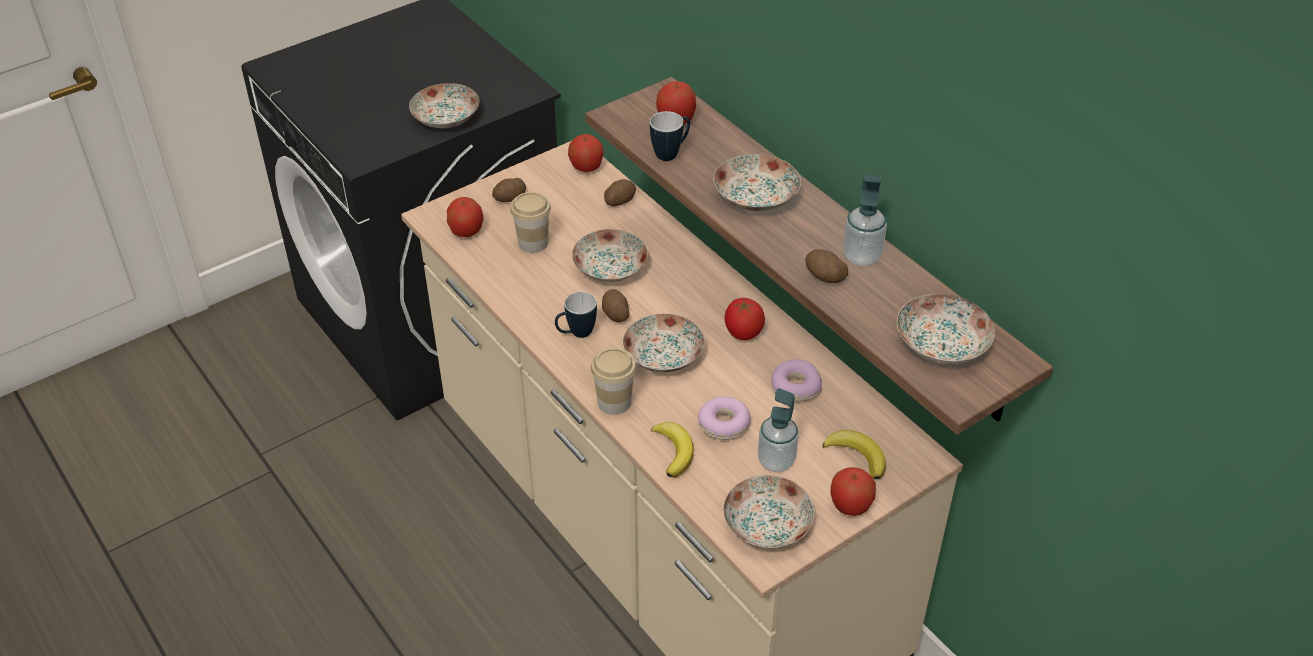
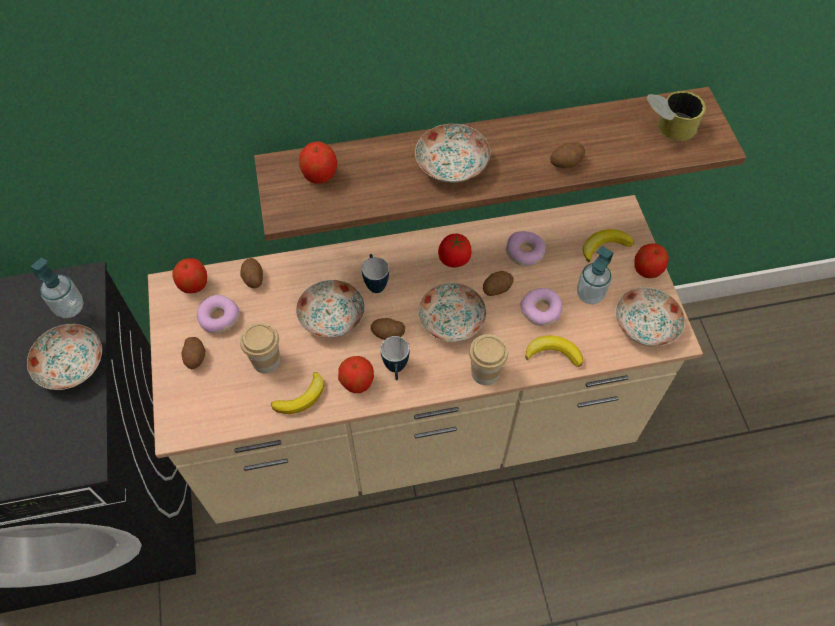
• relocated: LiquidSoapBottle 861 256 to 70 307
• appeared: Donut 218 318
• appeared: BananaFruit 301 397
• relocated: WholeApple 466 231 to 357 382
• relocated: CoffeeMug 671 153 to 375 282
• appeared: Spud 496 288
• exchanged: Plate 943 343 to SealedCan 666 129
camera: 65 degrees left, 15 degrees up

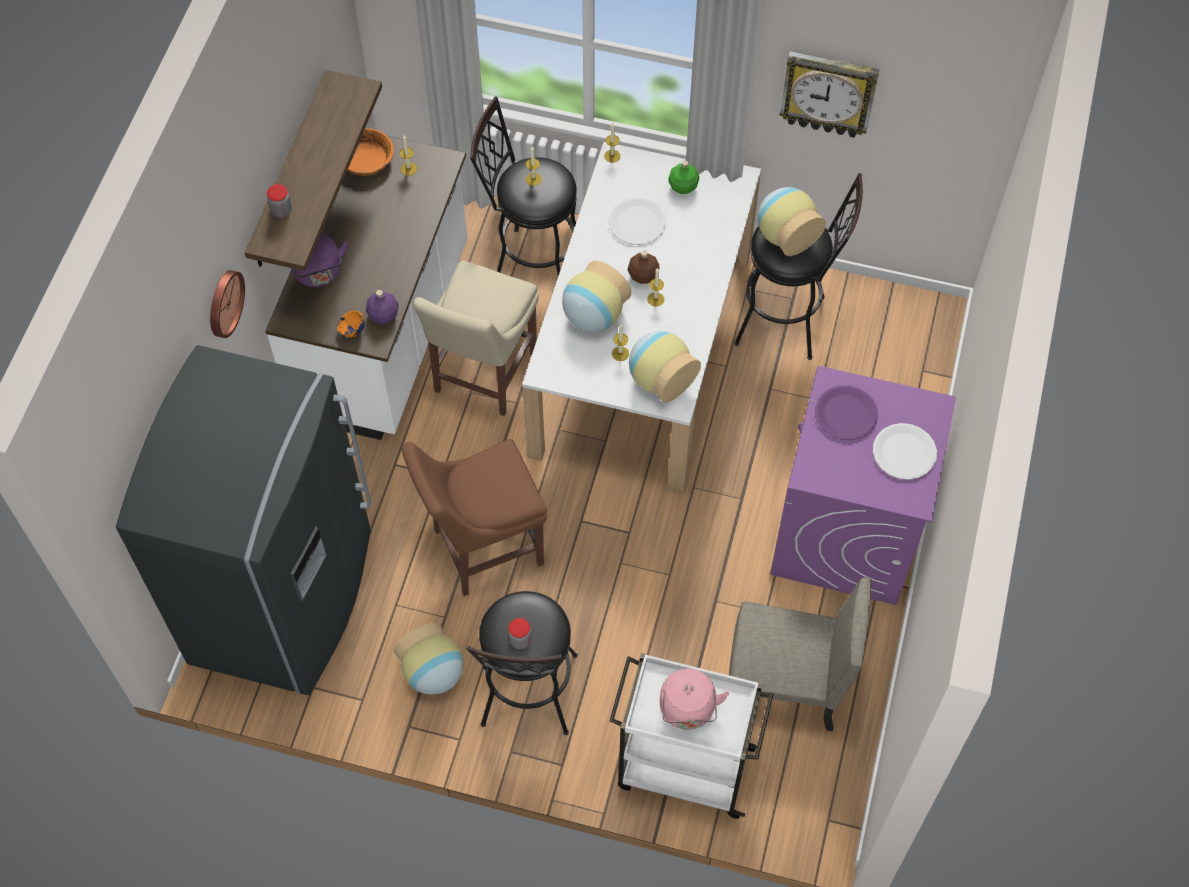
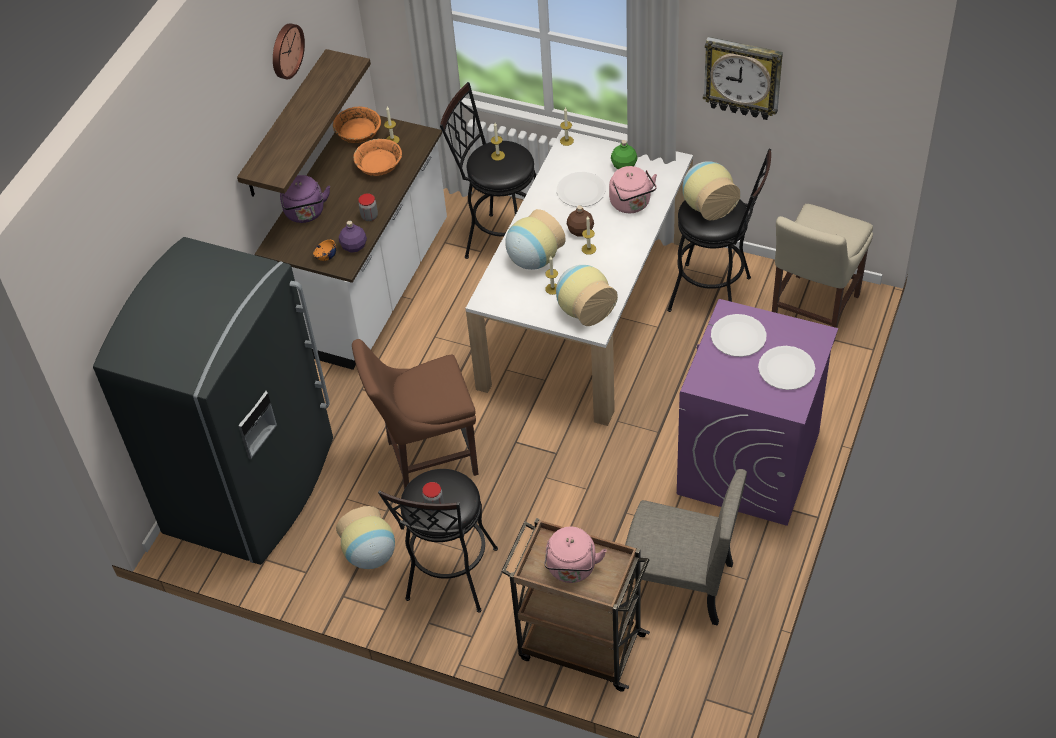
• relocated: HangingClock 223 303 to 285 50
• appeared: OrangeyDeepDish 379 164
• relocated: PreserveJar 281 211 to 369 216
• colour: WhiteTrolley 683 767 to BrownColouredTrolley 579 646
• appeared: PinkColouredKettle 631 204
• colour: PurplishPlate 846 414 to WhitePlate 738 336
• relocated: BeigeUprightChair 482 376 to 812 311
camera: 10 degrees right, 10 degrees down

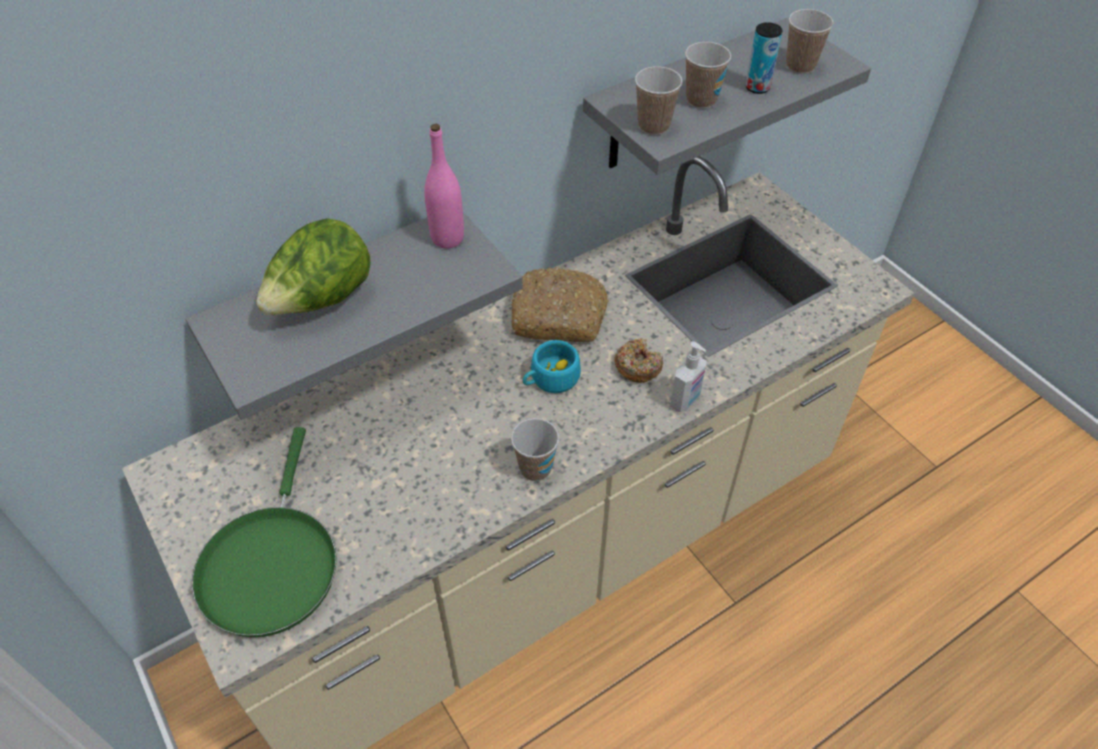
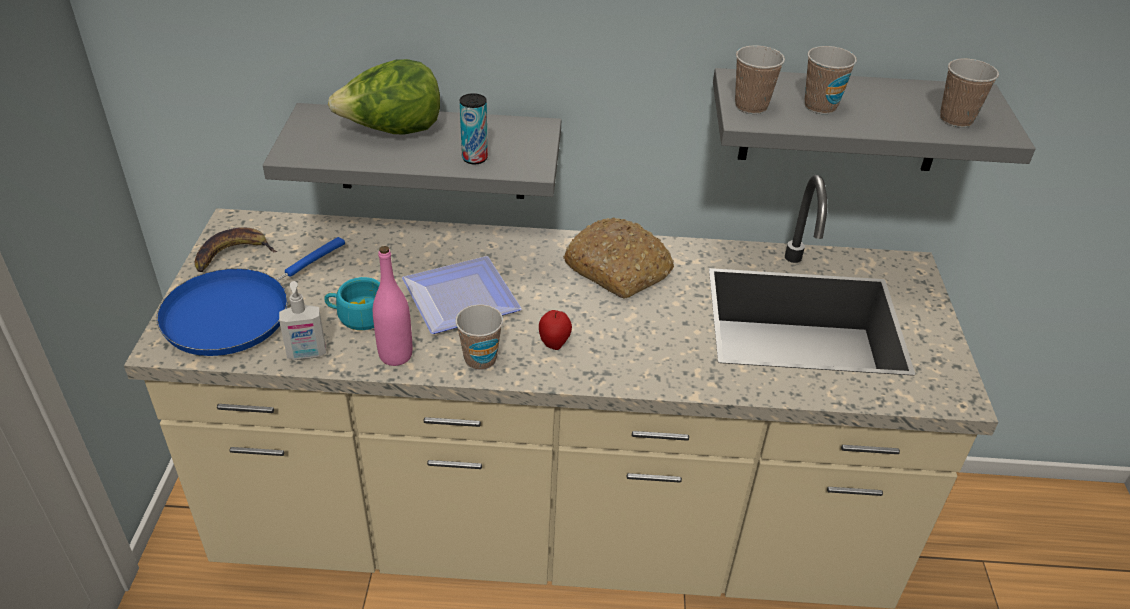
• colour: GreenColouredFryingPan 271 564 to BlueFryingPan 235 313
• appeared: BananaFruit 233 254
• relocated: LiquidSoapBottle 685 401 to 307 354
• relocated: TurquoiseDrinkingCup 550 379 to 357 315
• relocated: PinkColouredDrinkBottle 447 238 to 395 355
• appeared: Plate 456 297
• relocated: SealedCan 757 87 to 474 158
• appeared: WholeApple 554 344
• missing: Donut 638 366
camera: 35 degrees right, 10 degrees down

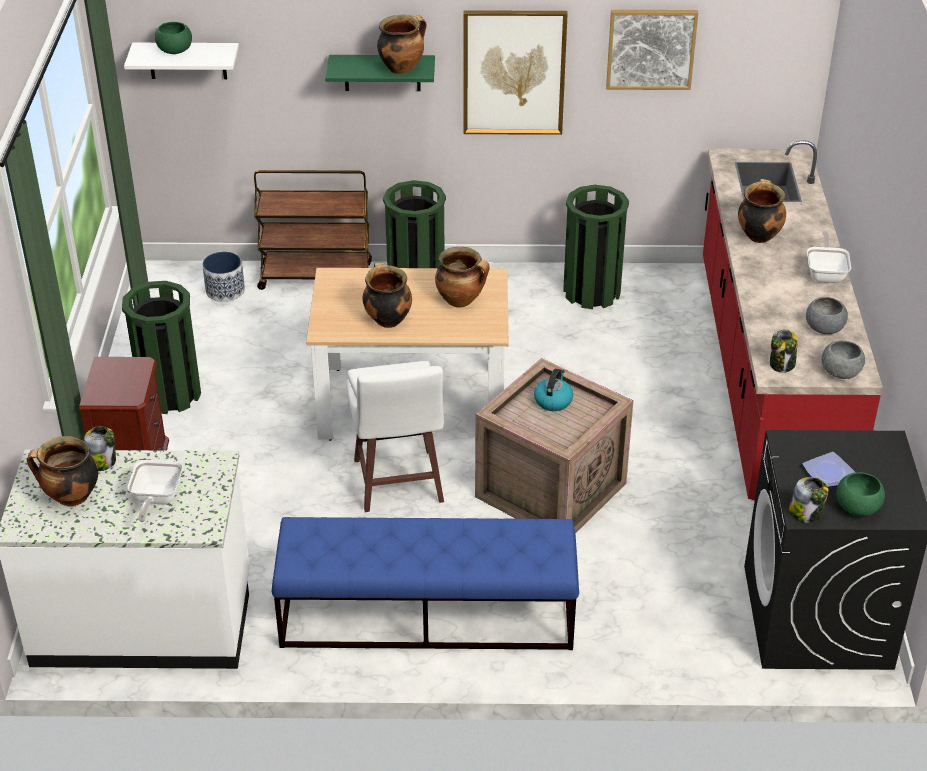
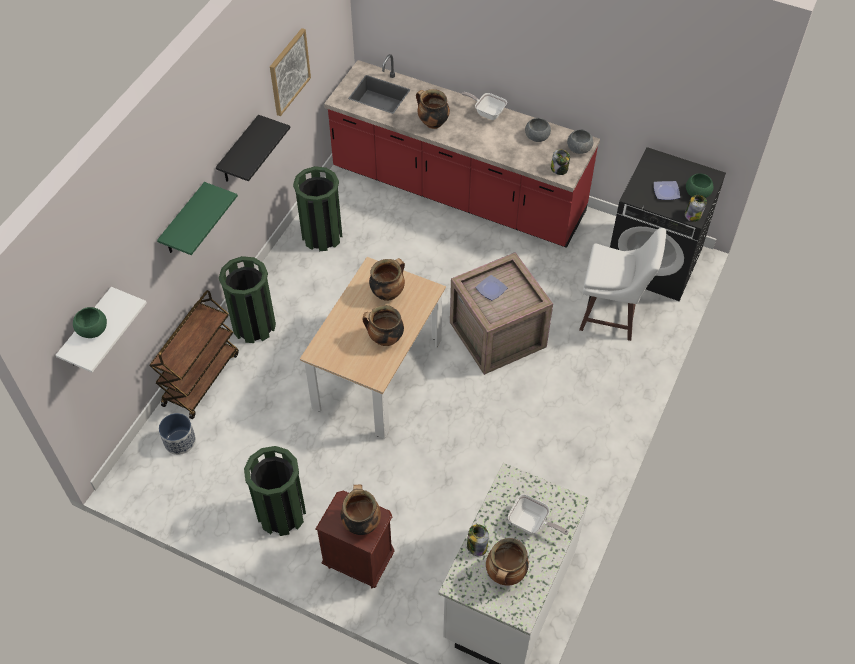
• exchanged: WallPicture 514 72 to BlackColouredBracketShelf 239 151
• relocated: CookingPot 402 68 to 361 523
• exchanged: Kettle 553 400 to Plate 491 289
• relocated: WhiteStool 398 483 to 611 316
• missing: BlueIndoorBench 426 615
camera: 65 degrees left, 15 degrees up

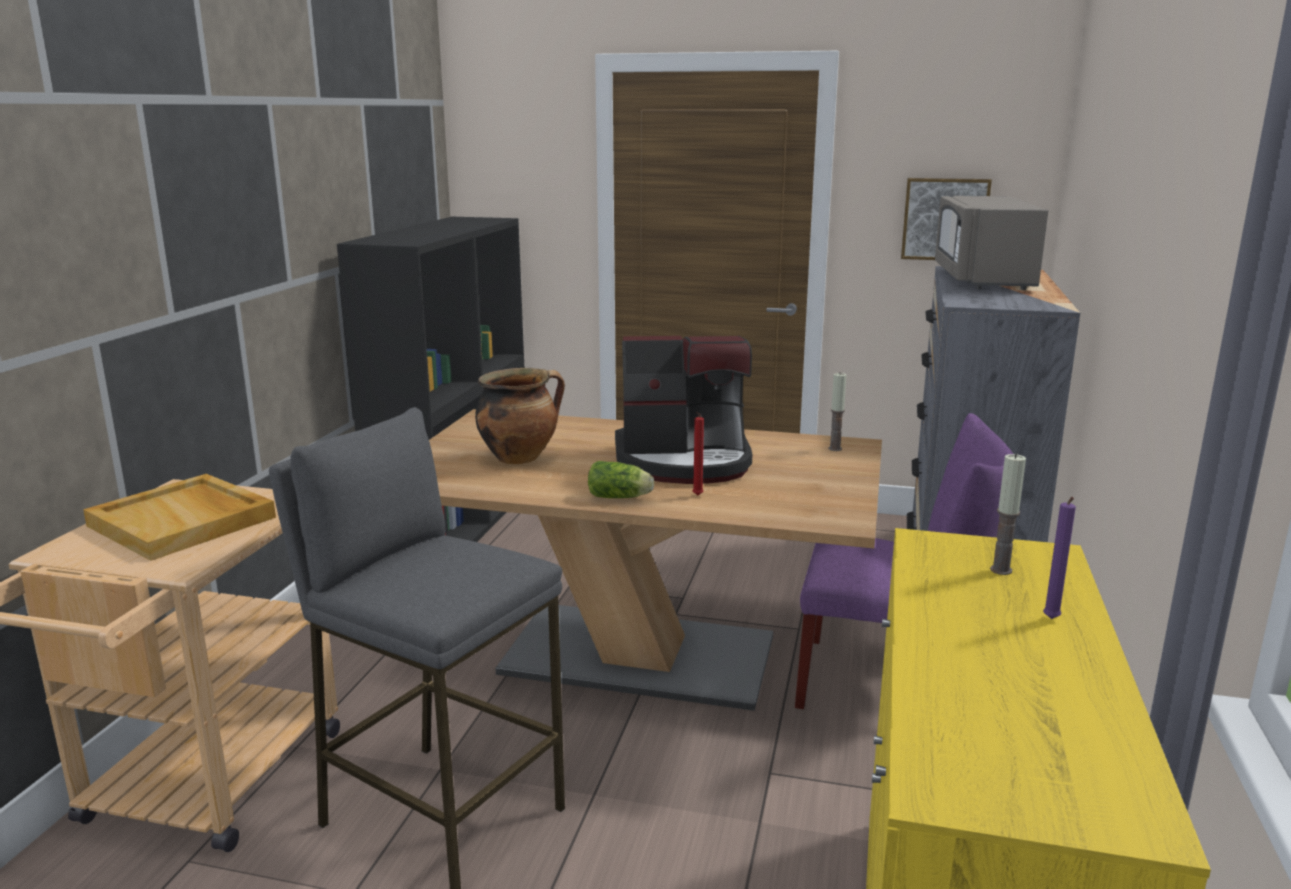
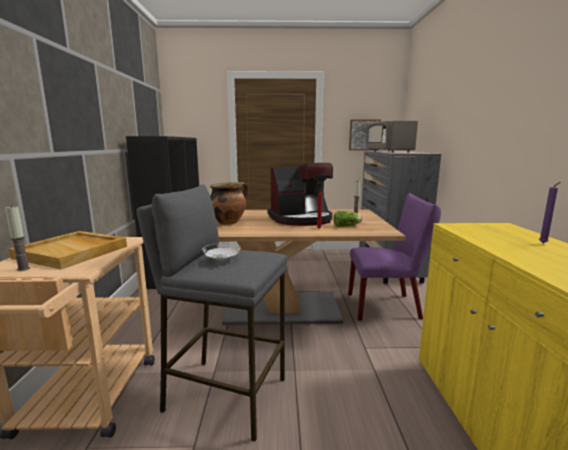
• relocated: WaxCandle 1001 570 to 23 269
• appeared: WhitePlate 221 260
• relocated: Lettuce 621 497 to 347 226
camera: 15 degrees left, 5 degrees down

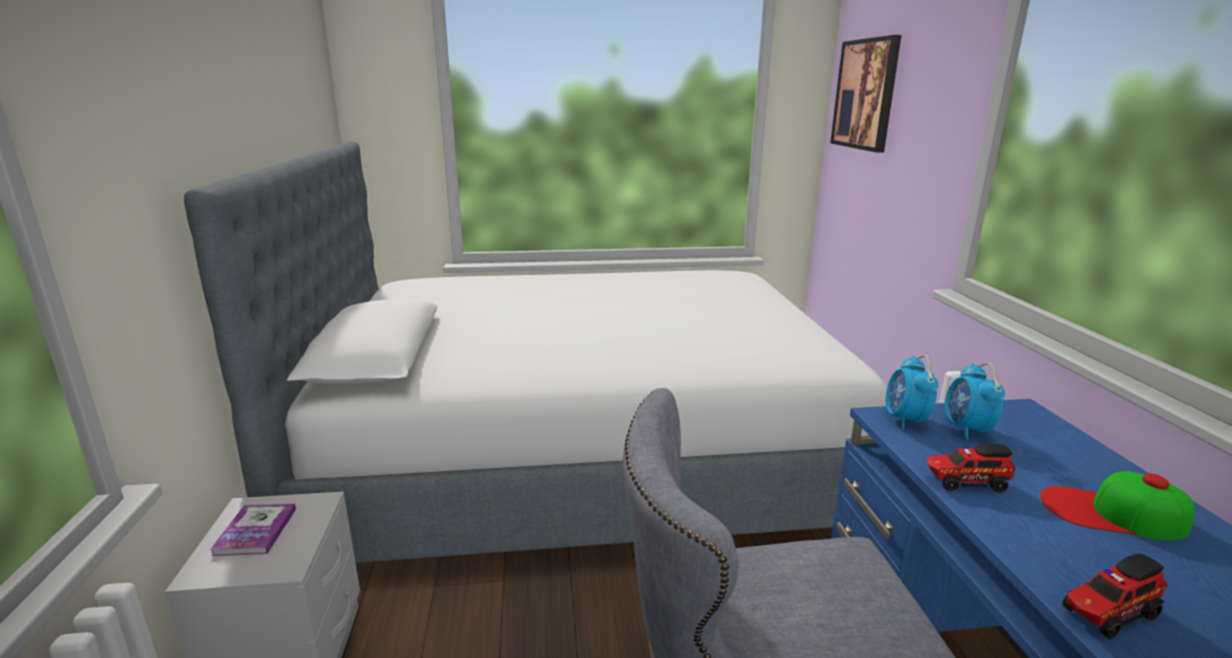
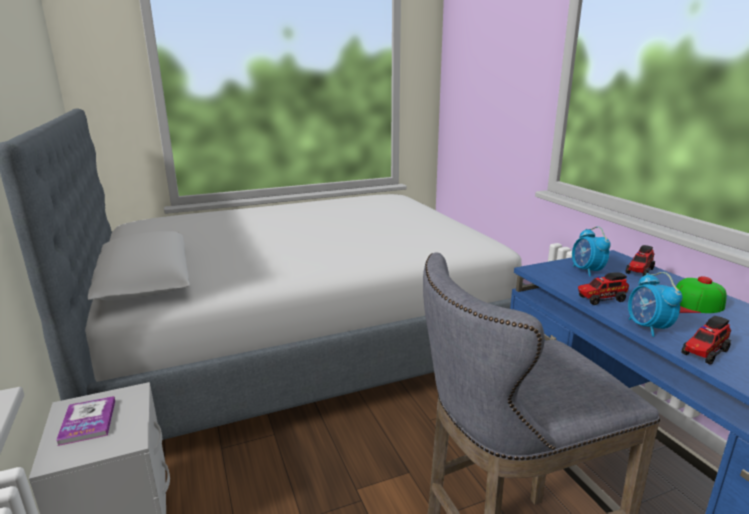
• appeared: ModelTruck 639 271
• relocated: BedsideClock 905 420 to 648 327
• missing: WallPicture 866 94
camera: 15 degrees left, 0 degrees up

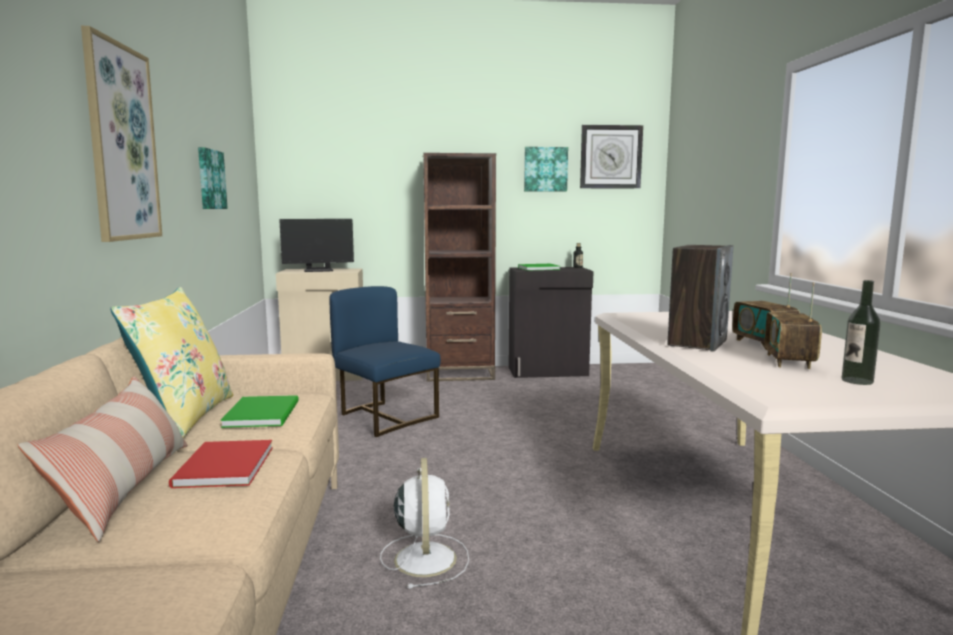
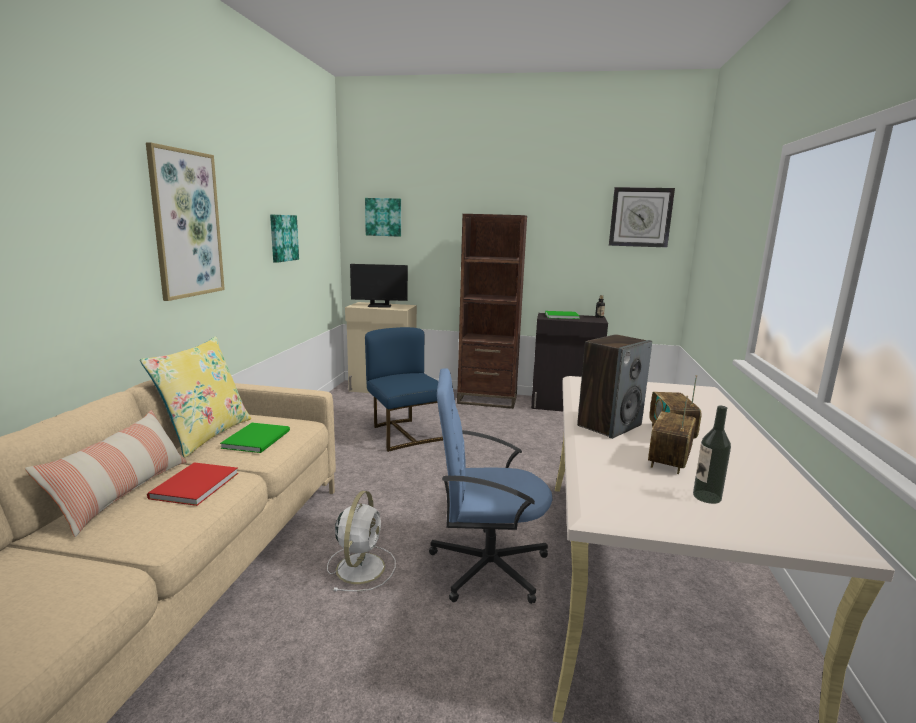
• relocated: WallPicture 545 169 to 383 217
• appeared: BlueDeskChair 486 566
camera: 15 degrees right, 5 degrees up

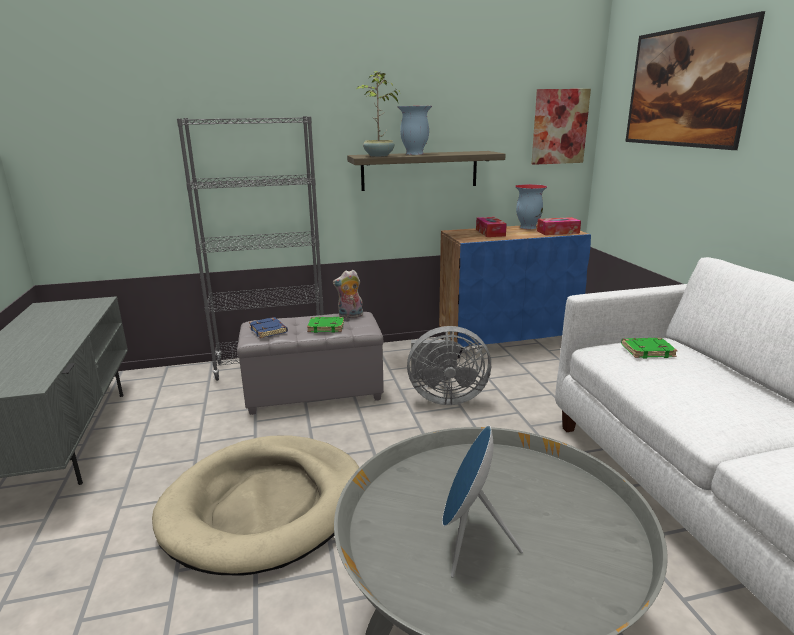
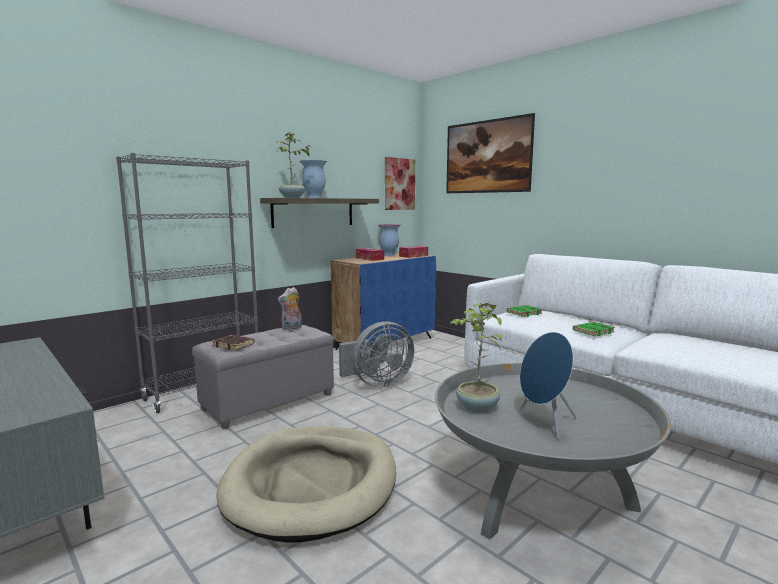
• colour: BlueBoundBook 269 330 to BrownColouredBoundBook 234 345
• appeared: PlantInAPot 476 407
• relocated: GreenColouredBoundBook 326 327 to 593 331
camera: 30 degrees left, 10 degrees down

